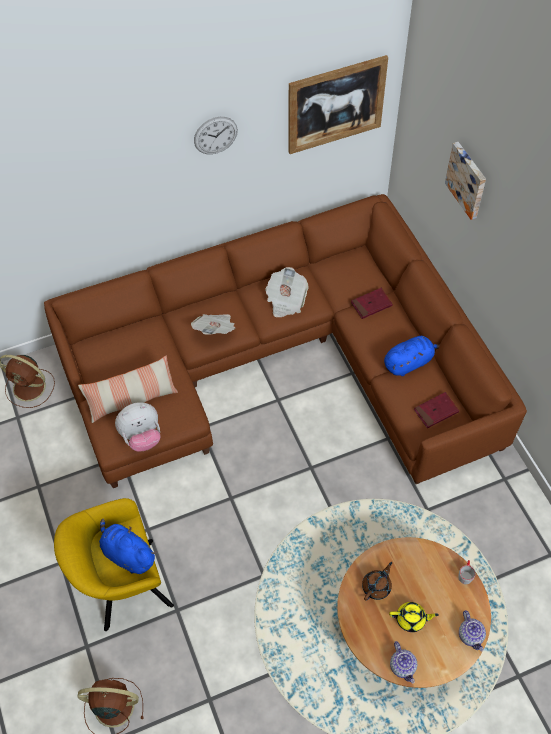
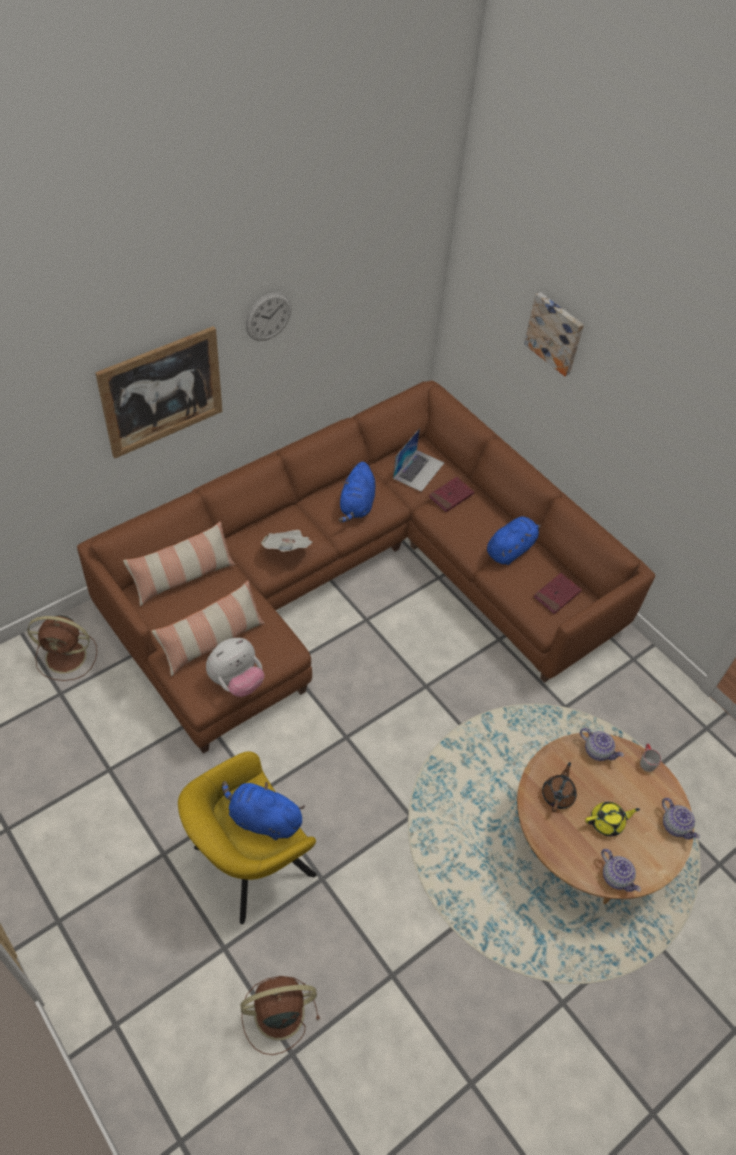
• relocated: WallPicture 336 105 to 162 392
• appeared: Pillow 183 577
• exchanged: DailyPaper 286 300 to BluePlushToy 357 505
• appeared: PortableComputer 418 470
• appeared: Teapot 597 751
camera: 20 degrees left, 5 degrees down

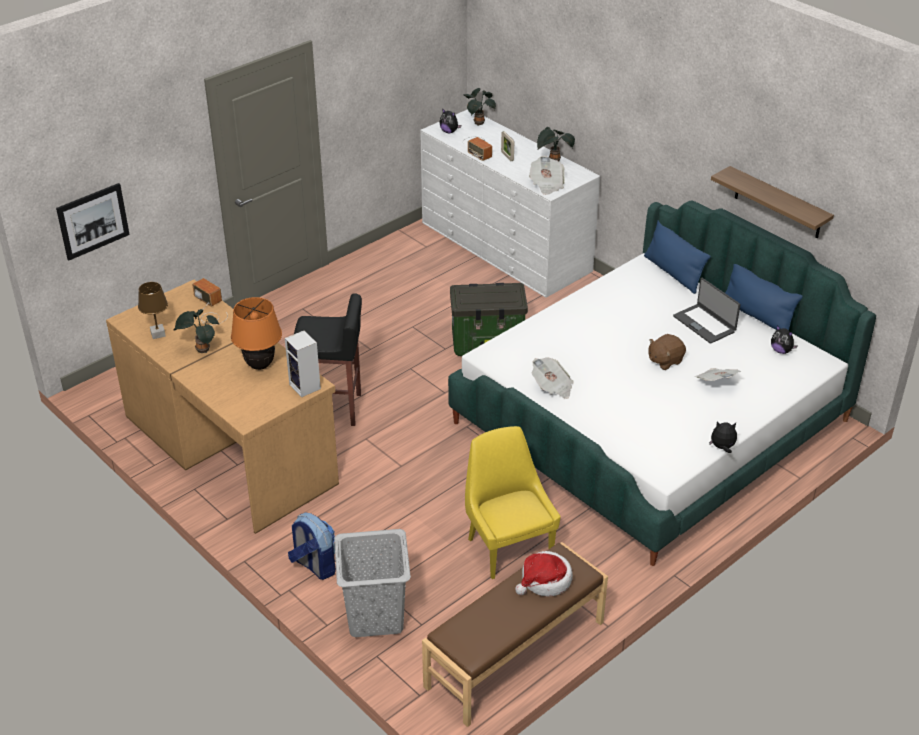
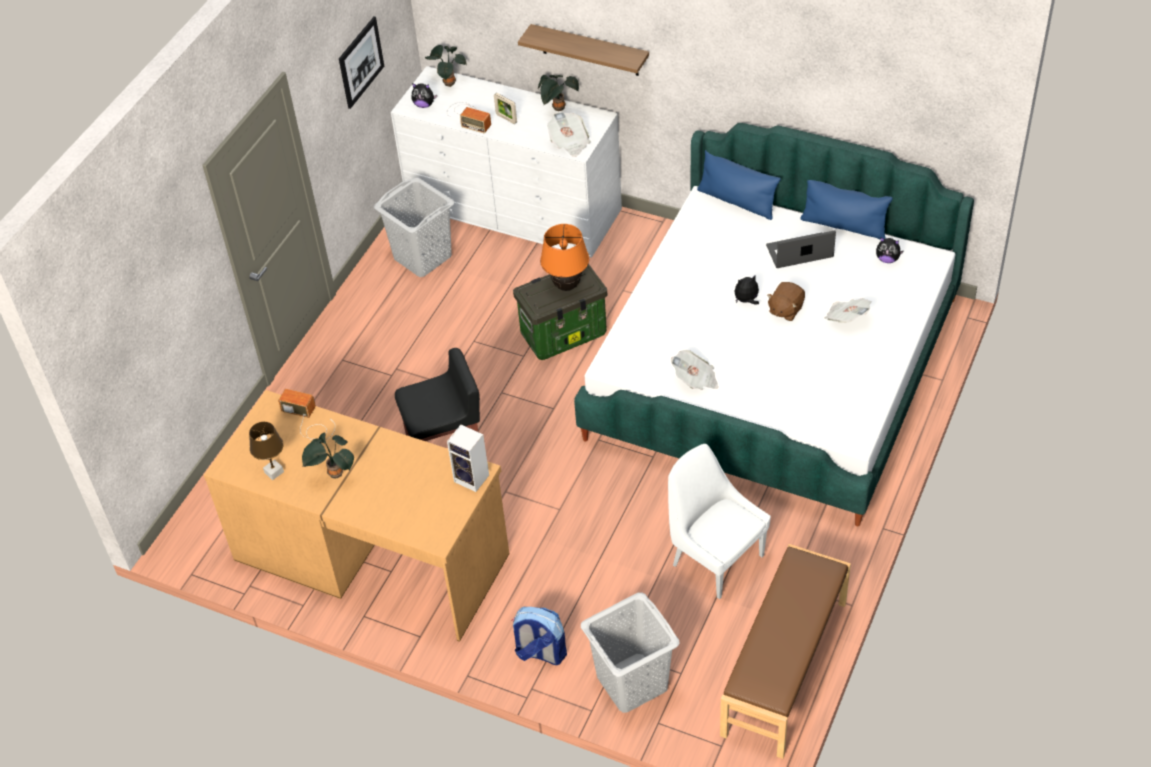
• relocated: WallPicture 93 221 to 361 62
• appeared: GrayHamper 422 258
• relocated: BracketShelf 778 203 to 590 50
• relocated: OrangeyTabletopLamp 260 365 to 566 286
• colour: YellowishUprightChair 508 547 to WhiteUprightChair 715 558
• relocated: PlushToy 722 448 to 746 300
• spun: PortableComputer 704 324 = 800 252 135 degrees clockwise
• missing: Hat 545 581
camera: 20 degrees left, 10 degrees up

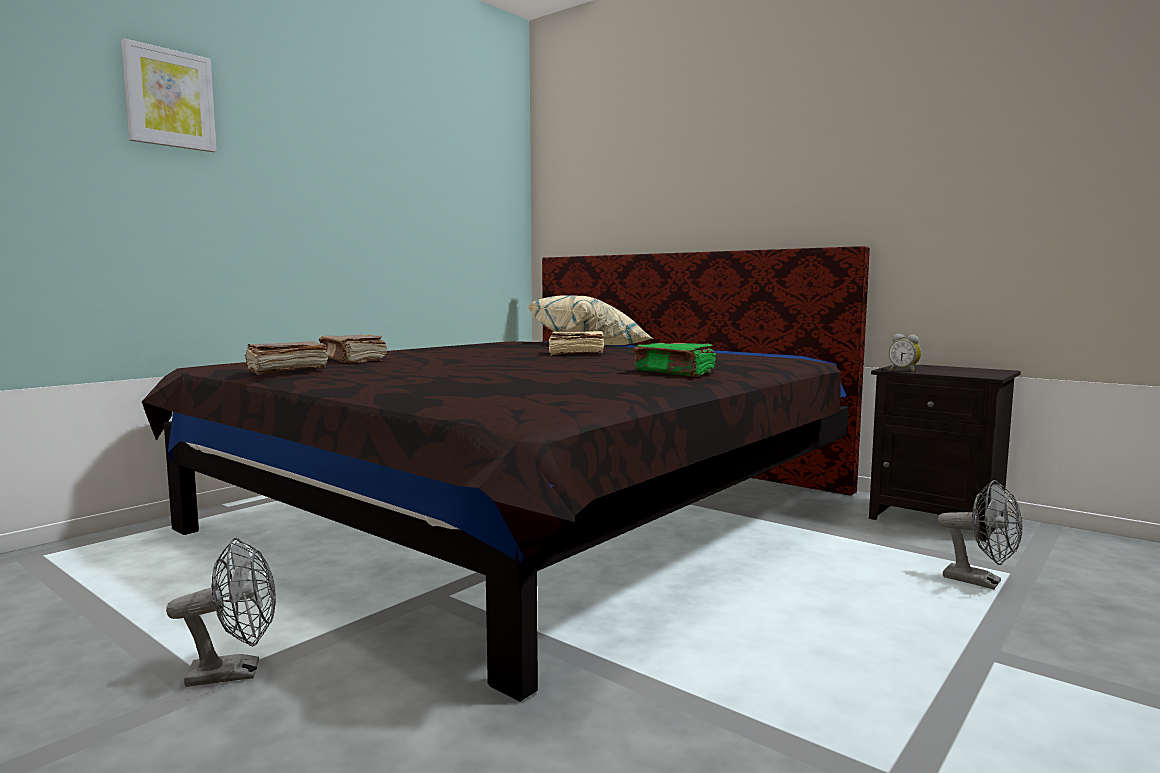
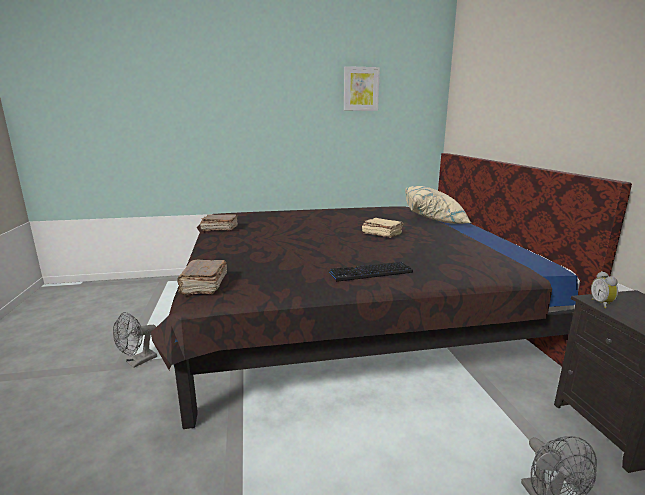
• spun: GrayCoolingFan 236 672 = 138 362 105 degrees clockwise
• relocated: BrownColouredBoundBook 353 360 to 203 285
• exchanged: GreenColouredBoundBook 675 372 to Keyboard 370 272
• relocated: WallPicture 169 98 to 361 89
camera: 40 degrees right, 10 degrees up

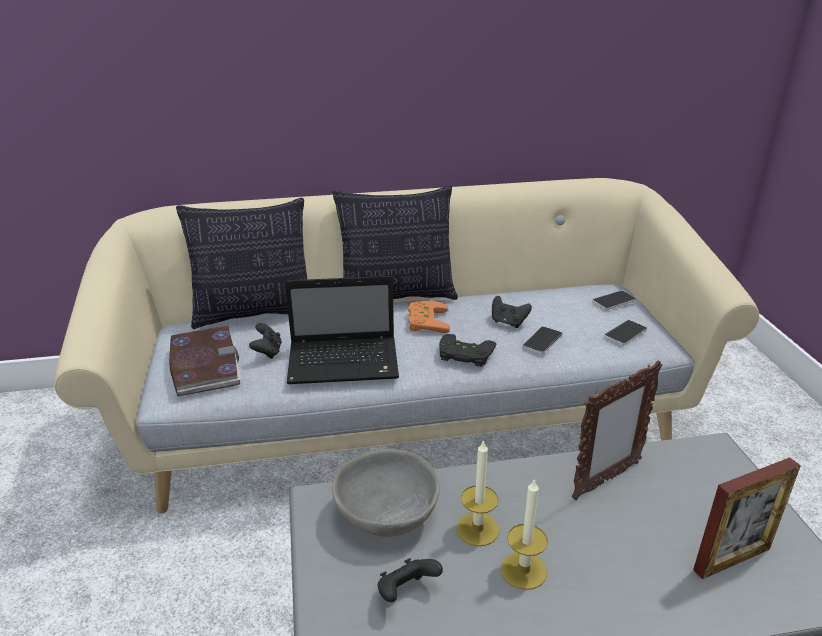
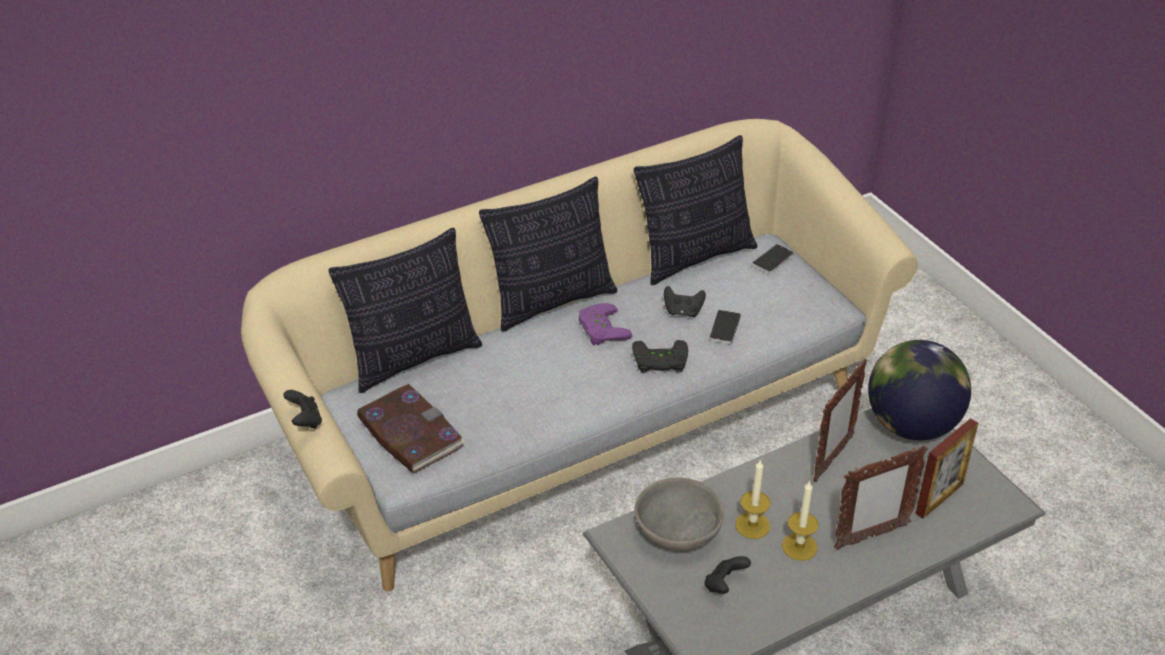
• relocated: BlackColouredGameController 267 352 to 305 421
• colour: OrangeyGameController 424 321 to PurplishGameController 600 329
• appeared: Pillow 695 257
• appeared: PhotoFrame 871 536
• appeared: DeskGlobe 911 425
• missing: PortableComputer 346 362
• missing: Telephone 625 334
camera: 20 degrees left, 10 degrees up

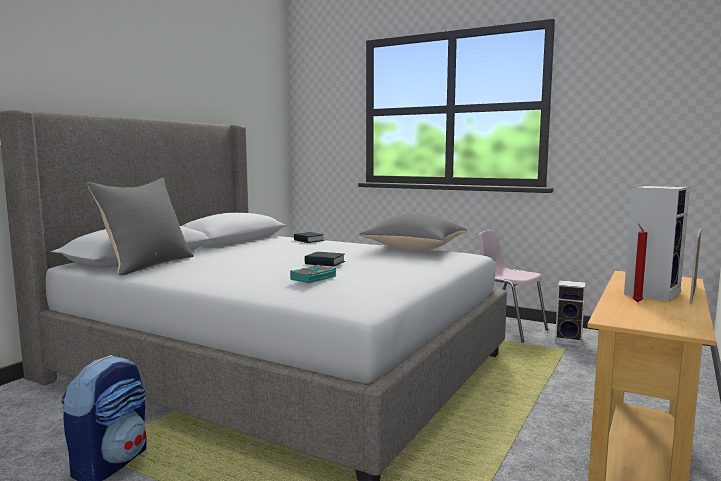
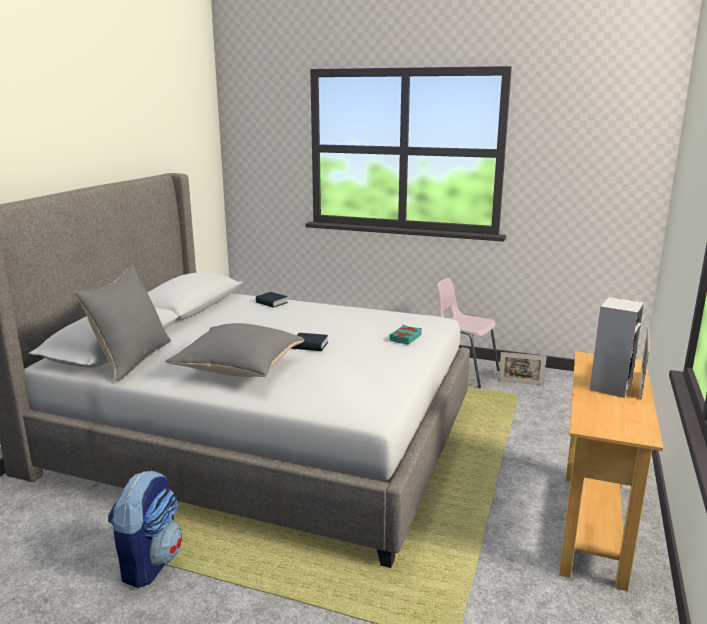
• relocated: GrayPillow 412 250 to 237 370
• relocated: TurquoiseBoundBook 314 278 to 406 338
• exchanged: Loudspeaker 569 341 to PhotoFrame 520 383
• missing: RedWaxCandle 636 302
camera: 10 degrees left, 10 degrees up

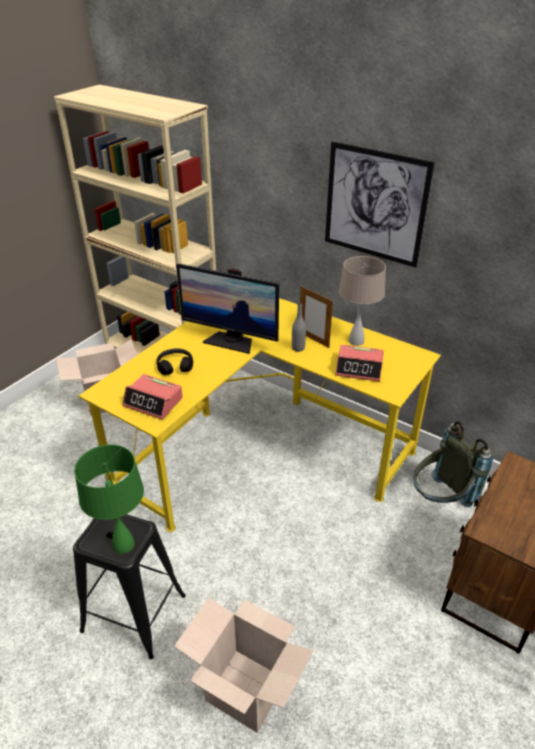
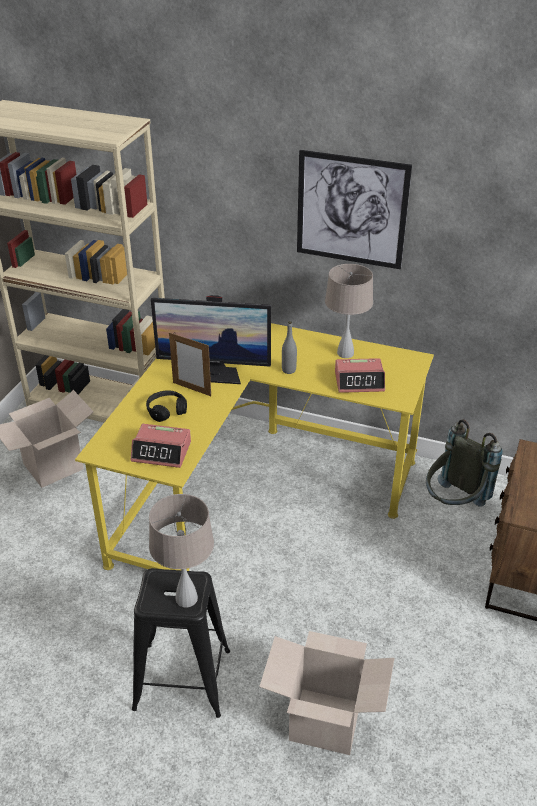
• colour: GreenColouredTabletopLamp 123 545 to BeigeTabletopLamp 186 599
• relocated: PhotoFrame 313 339 to 192 389
camera: 15 degrees left, 0 degrees up

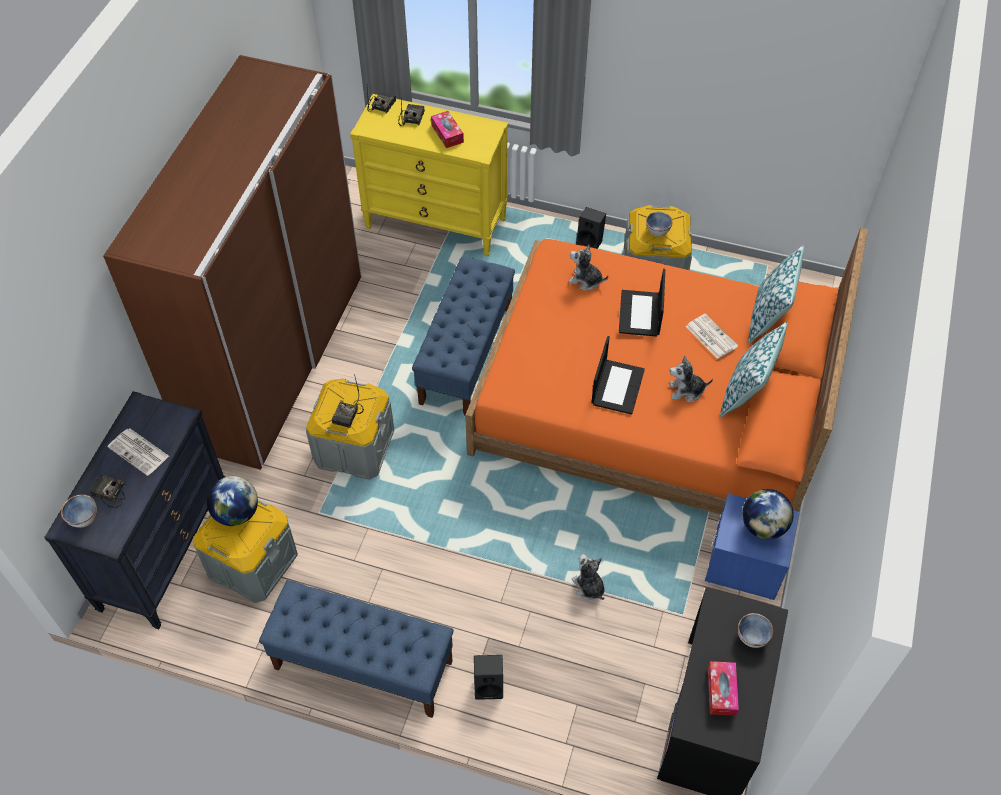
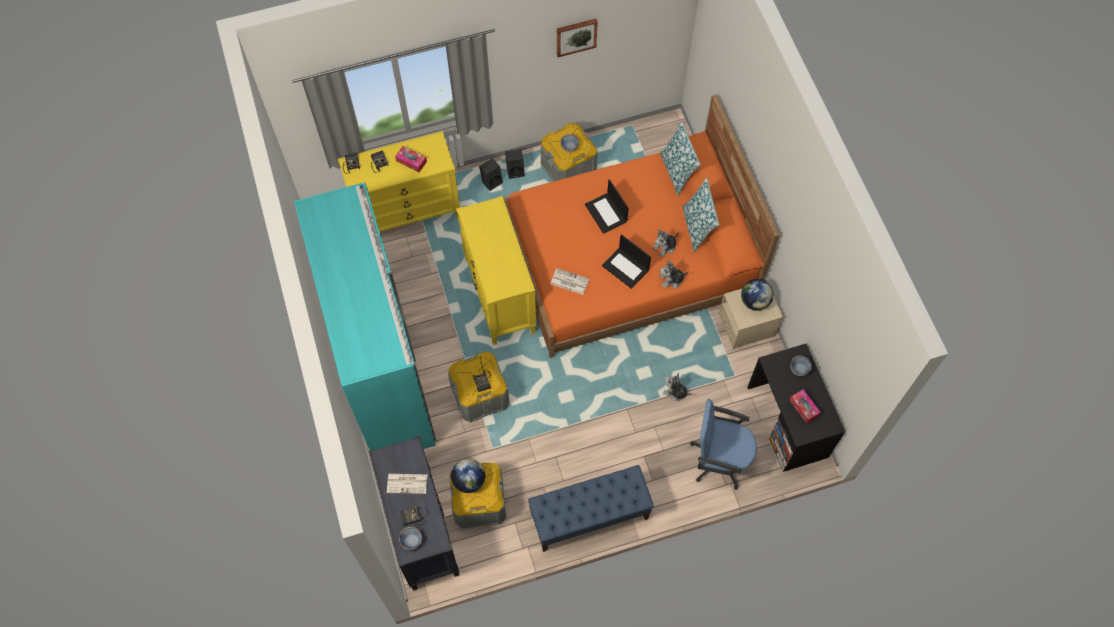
• colour: BrownColouredClothesCupboard 275 358 to TurquoiseClothesCupboard 383 370
• exchanged: BlueIndoorBench 466 357 to YellowishDrawerChest 500 295
• relocated: BlackColouredLoudspeaker 489 685 to 491 181
• relocated: DailyPaper 710 336 to 569 281
• appeared: WallPicture 576 36
• spun: PortableComputer 617 386 = 626 267 150 degrees clockwise
• relocated: PlushToy 585 280 to 671 279
• appeared: BlueDeskChair 719 459
• colour: BlueNightTable 745 564 to BeigeNightTable 746 325
camera: 35 degrees left, 10 degrees up

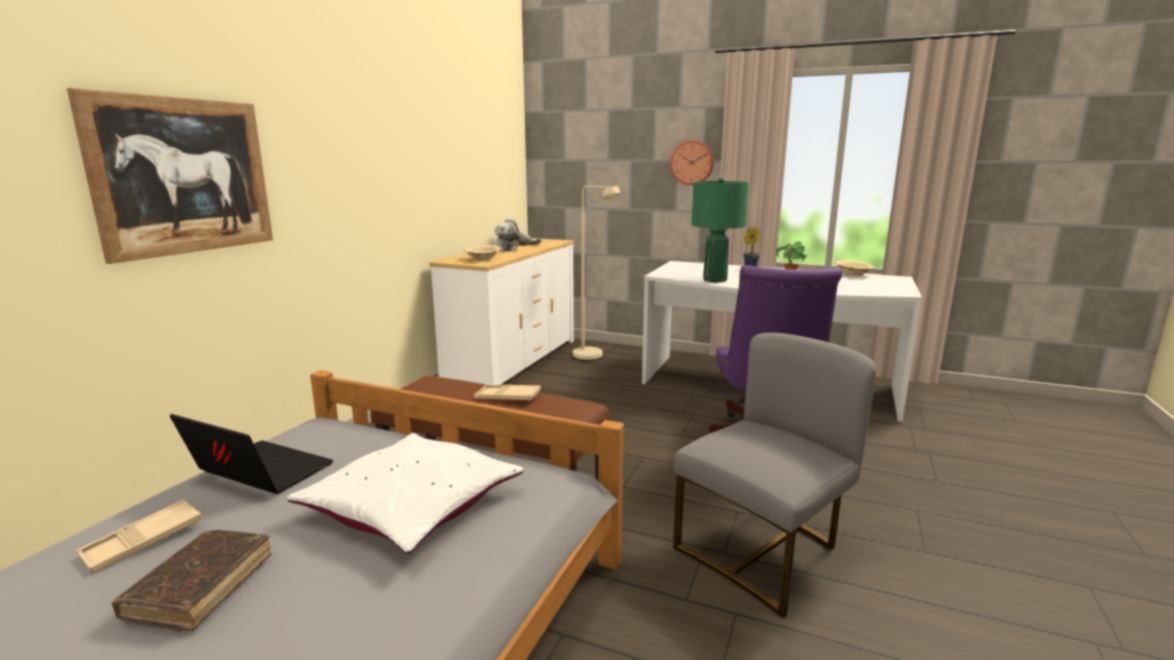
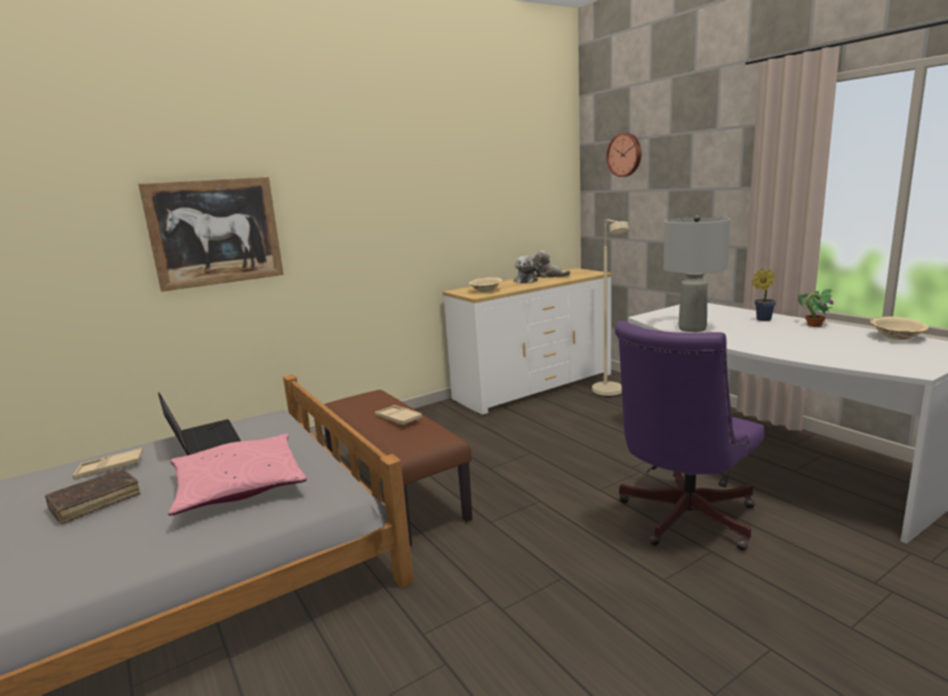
• colour: WhitePillow 412 505 to PinkColouredPillow 238 486
• relocated: HangingClock 692 162 to 625 155
• colour: GreenColouredTabletopLamp 715 280 to GrayTabletopLamp 692 329
• missing: GrayUprightChair 763 553
camera: 35 degrees right, 0 degrees up

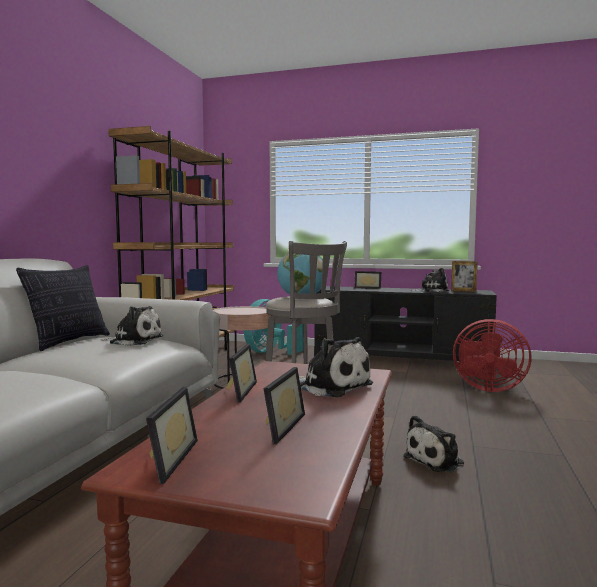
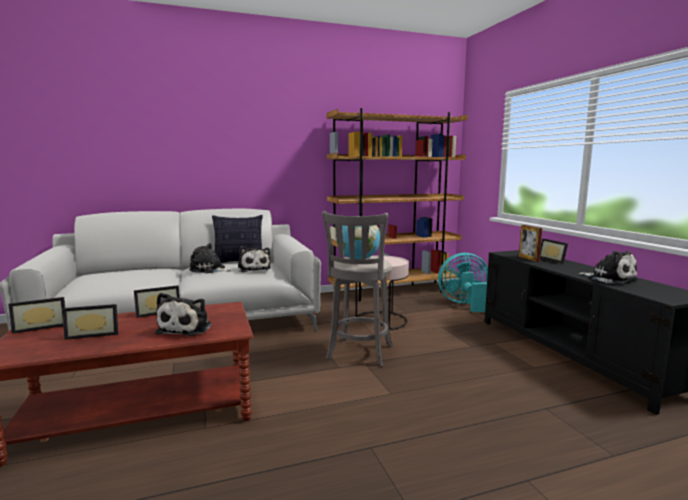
• relocated: PlushToy 436 460 to 209 270
• relocated: PhotoFrame 463 291 to 528 259
• missing: RedCoolingFan 487 388
camera: 55 degrees right, 5 degrees up

